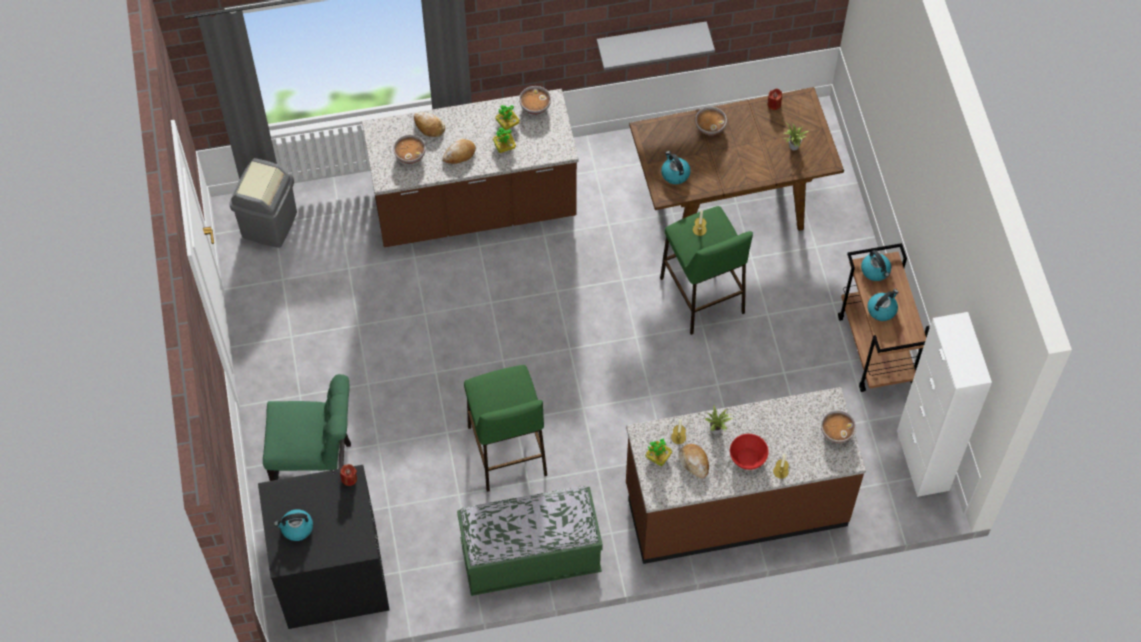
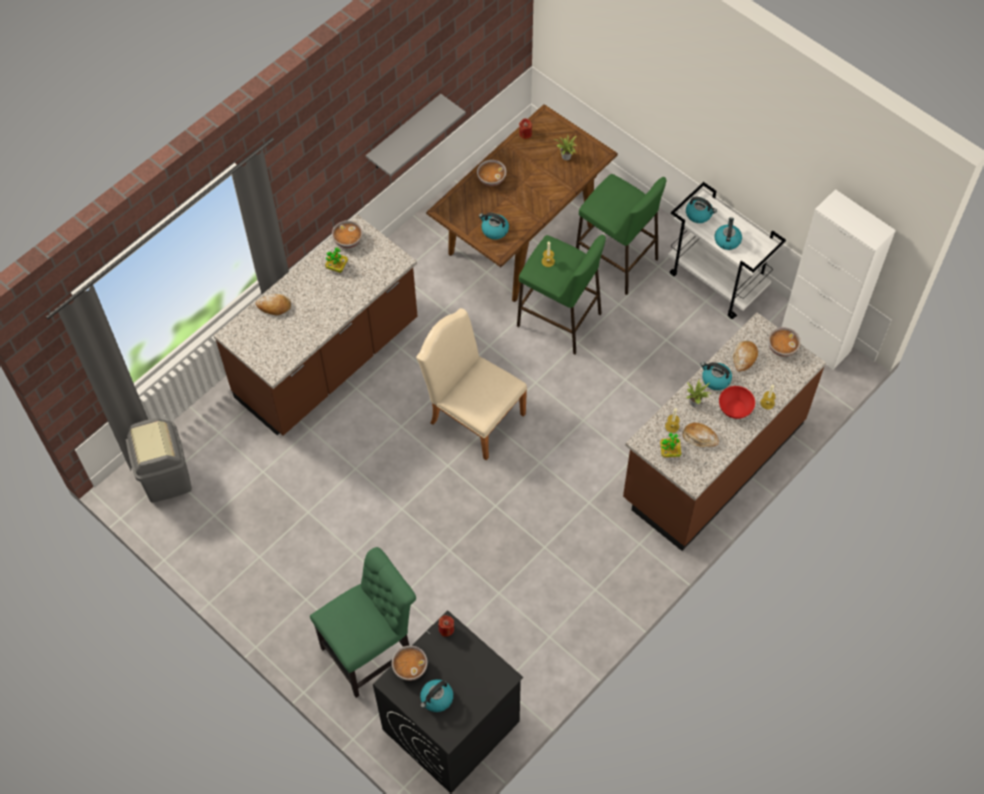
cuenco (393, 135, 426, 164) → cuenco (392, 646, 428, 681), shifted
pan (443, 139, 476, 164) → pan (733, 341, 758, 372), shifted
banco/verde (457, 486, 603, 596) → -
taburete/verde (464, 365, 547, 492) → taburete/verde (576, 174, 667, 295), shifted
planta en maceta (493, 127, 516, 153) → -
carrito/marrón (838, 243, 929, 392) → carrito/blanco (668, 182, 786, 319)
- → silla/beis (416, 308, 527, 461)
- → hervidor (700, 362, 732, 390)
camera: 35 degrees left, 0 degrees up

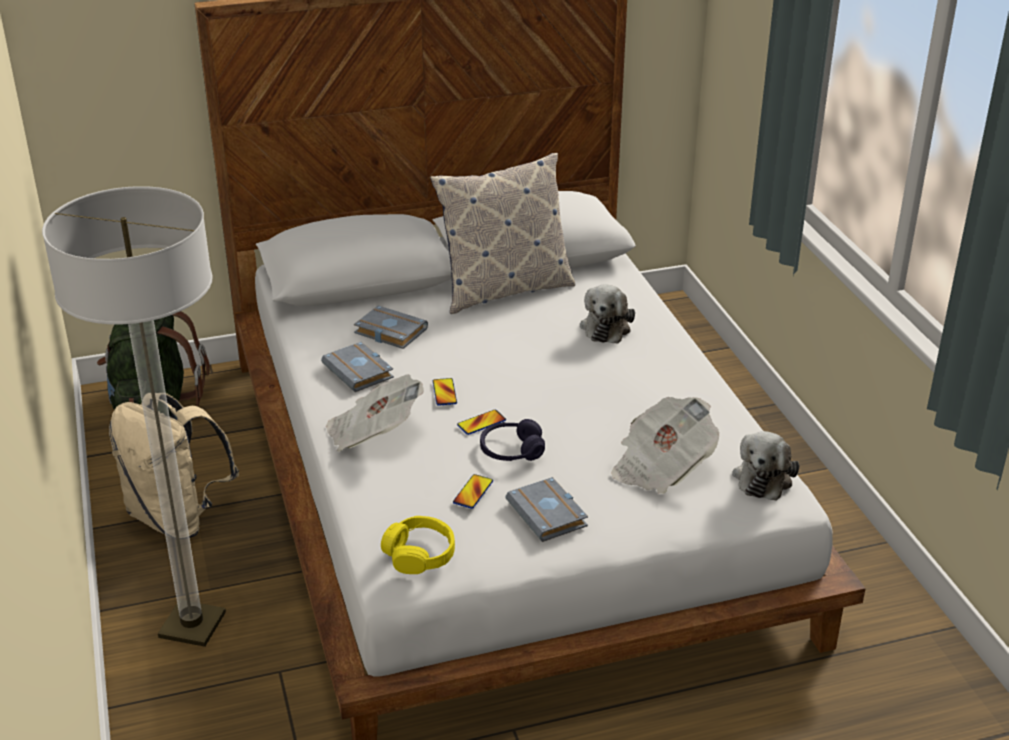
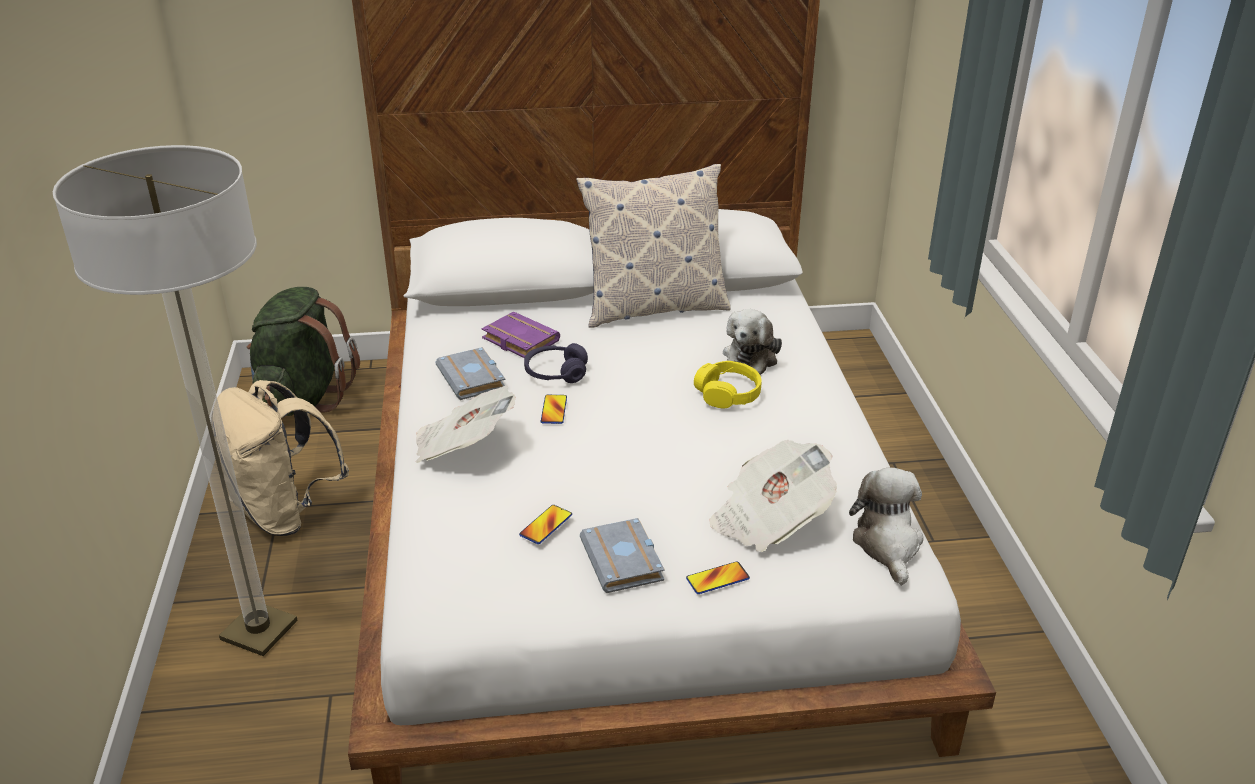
libro/gris (354, 305, 428, 349) → libro/morado (481, 311, 560, 358)
auriculares/amarillo (381, 516, 455, 574) → auriculares/amarillo (694, 361, 761, 408), shifted
móvil (457, 410, 506, 435) → móvil (686, 561, 750, 594), shifted
auriculares/morado (480, 419, 545, 461) → auriculares/morado (524, 343, 588, 383), shifted
peluche (732, 431, 800, 501) → peluche (849, 468, 924, 585), 150 degrees clockwise
camera: 10 degrees right, 0 degrees up

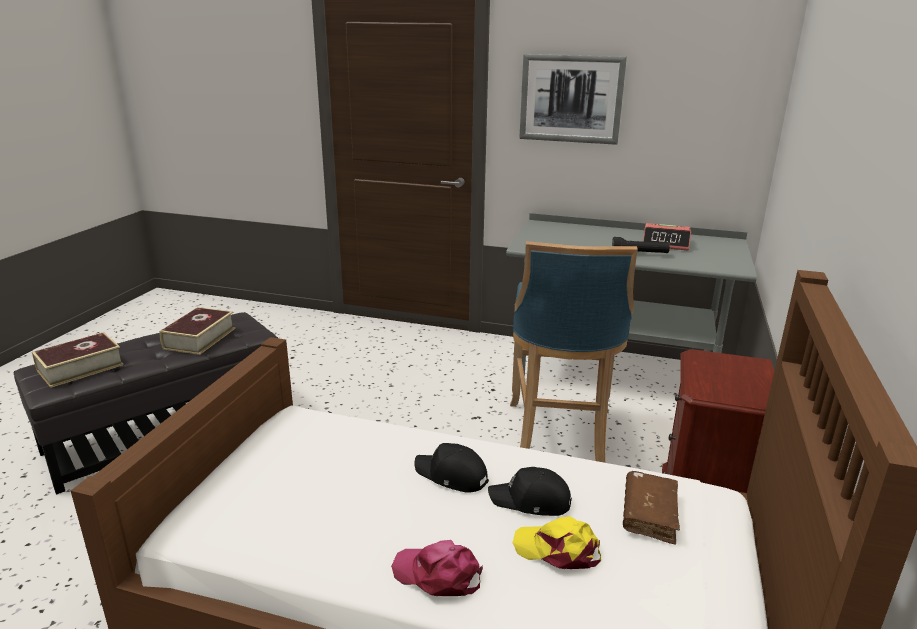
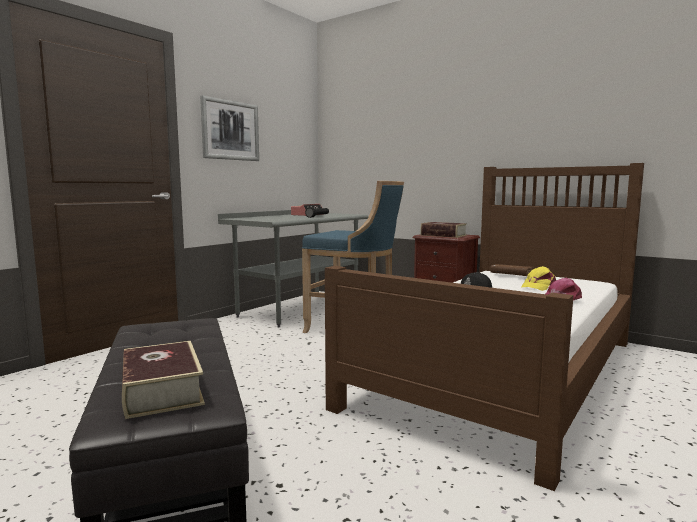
libro (159, 307, 235, 355) → libro (420, 222, 467, 238), shifted
gorra/negro (488, 467, 572, 516) → -
camera: 70 degrees left, 15 degrees down

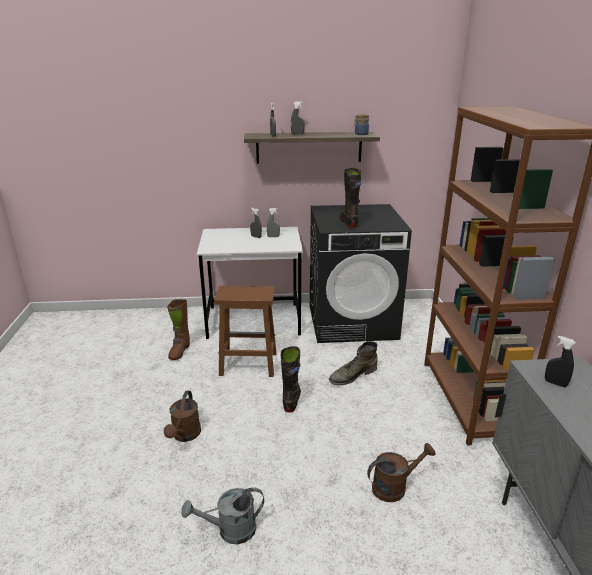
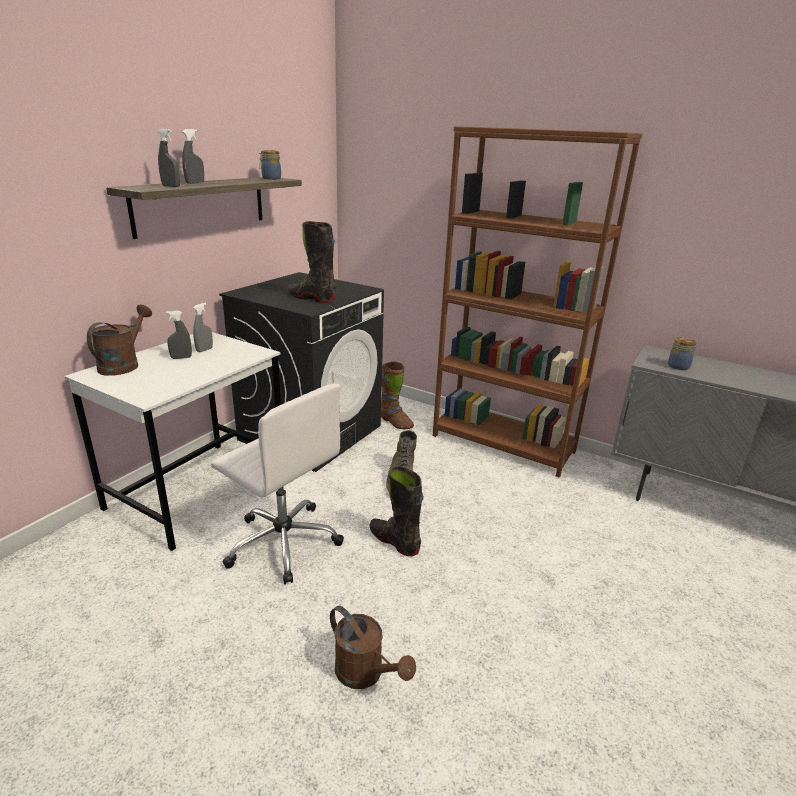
bota/marrón (167, 299, 190, 360) → bota/marrón (381, 362, 414, 429), shifted
regadera/gris (181, 487, 264, 544) → -
taburete/marrón (214, 286, 277, 377) → silla de oficina/blanco (211, 384, 344, 584)
regadera/marrón (367, 443, 435, 502) → regadera/marrón (87, 305, 152, 376), shifted
pulverizador/negro (545, 336, 576, 387) → tarro (668, 337, 697, 370)
camera: 55 degrees left, 0 degrees up

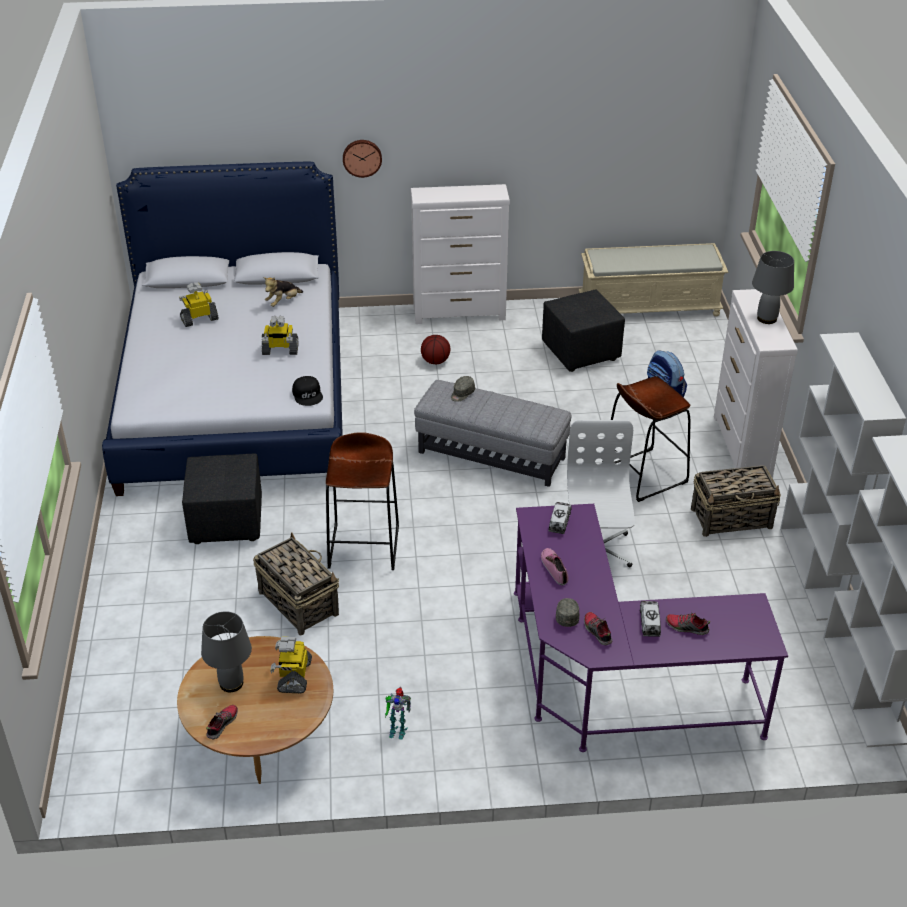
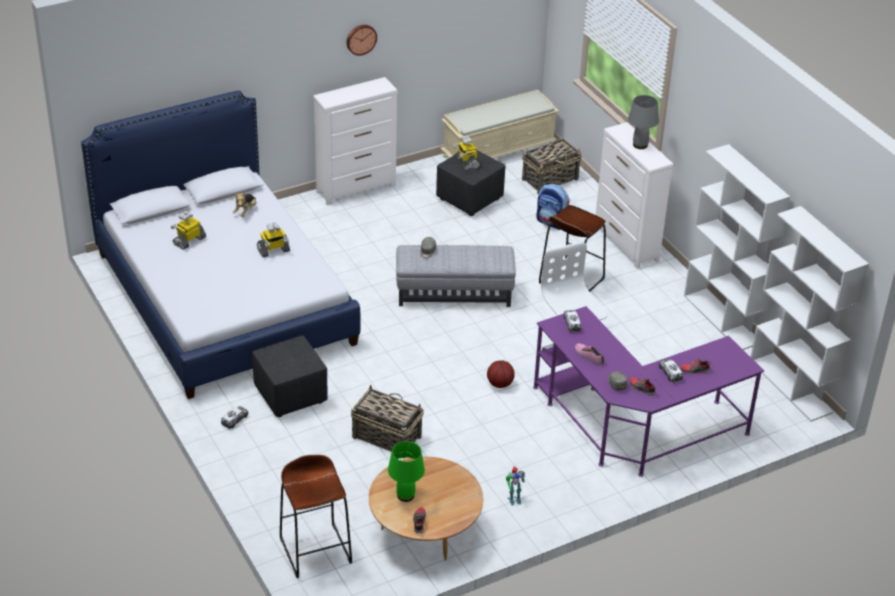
lámpara de mesa/gris (201, 611, 252, 692) → lámpara de mesa/verde (388, 441, 425, 502)
robot de juguete (270, 637, 312, 693) → robot de juguete (453, 136, 480, 170), shifted
gorra/negro (292, 376, 323, 406) → -
taburete/marrón (326, 432, 399, 570) → taburete/marrón (280, 455, 352, 578), shifted
reloj de pared (343, 140, 382, 178) → reloj de pared (346, 25, 377, 56), shifted
balón de baloncesto (421, 335, 450, 364) → balón de baloncesto (487, 360, 515, 388), shifted
cesta (691, 465, 781, 537) → cesta (522, 139, 582, 194), shifted
- → camión de juguete (221, 406, 249, 429)
camera: 25 degrees left, 0 degrees up

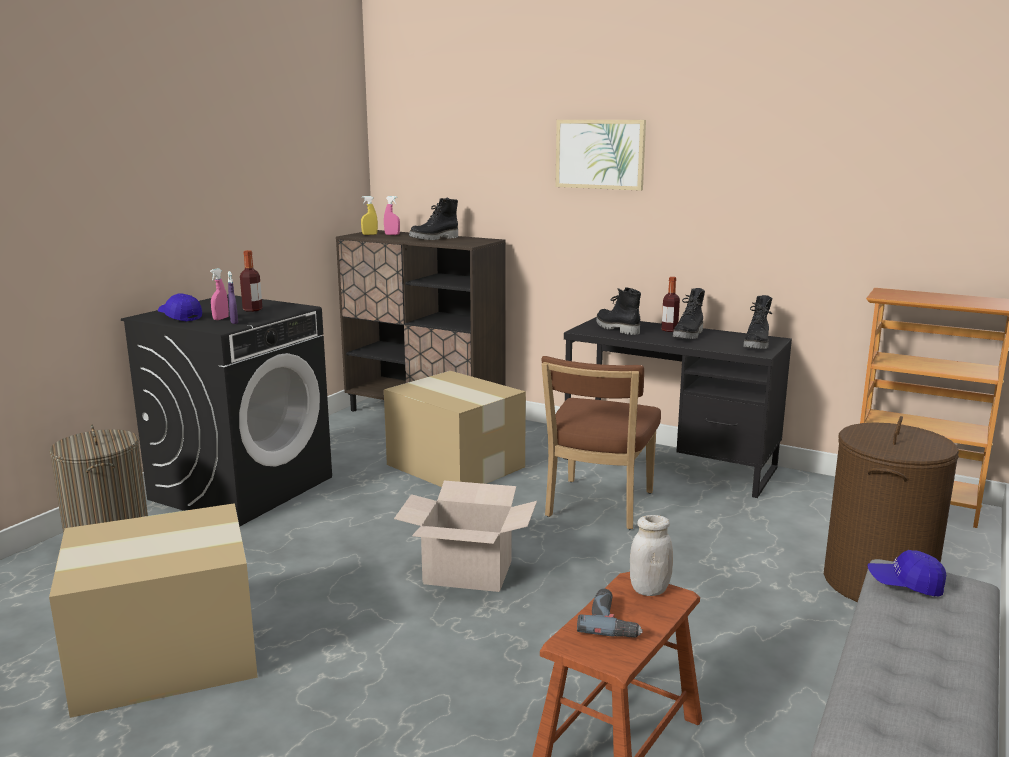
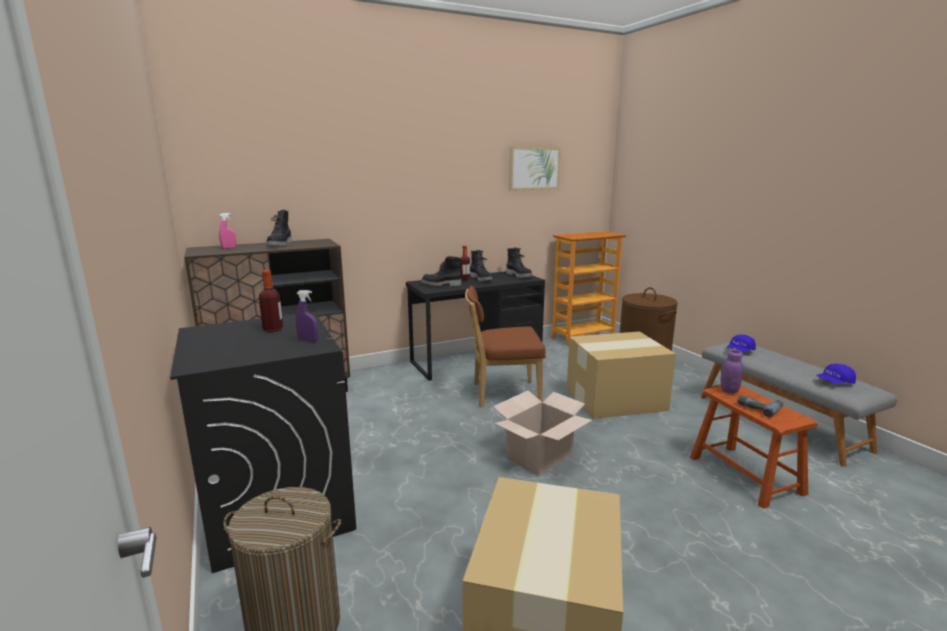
gorra/azul (158, 293, 202, 322) → gorra/azul (816, 364, 856, 384), shifted
pulverizador/rosa (210, 268, 229, 320) → -
pulverizador/amarillo (361, 196, 378, 235) → -
caja de cartón (384, 371, 526, 487) → caja de cartón (567, 332, 676, 419), shifted
silla/marrón (541, 356, 661, 530) → silla/marrón (465, 286, 546, 407), 120 degrees clockwise
cuadro (555, 120, 646, 191) → cuadro (509, 147, 561, 191), shifted
tarro/blanco (630, 515, 673, 596) → tarro/morado (721, 350, 743, 394)
camera: 55 degrees left, 0 degrees up

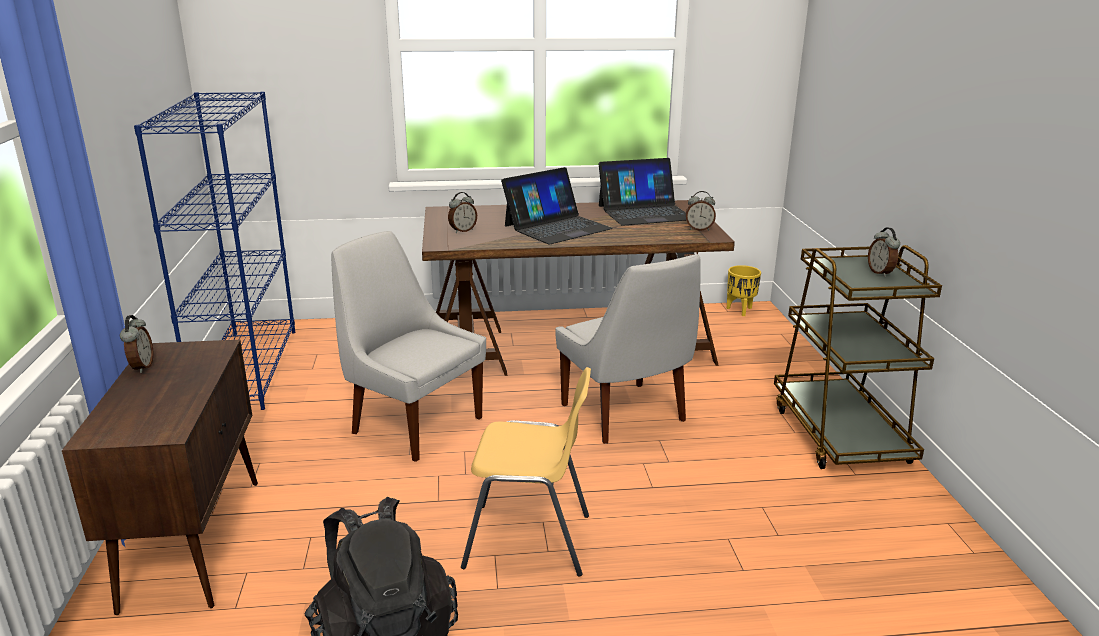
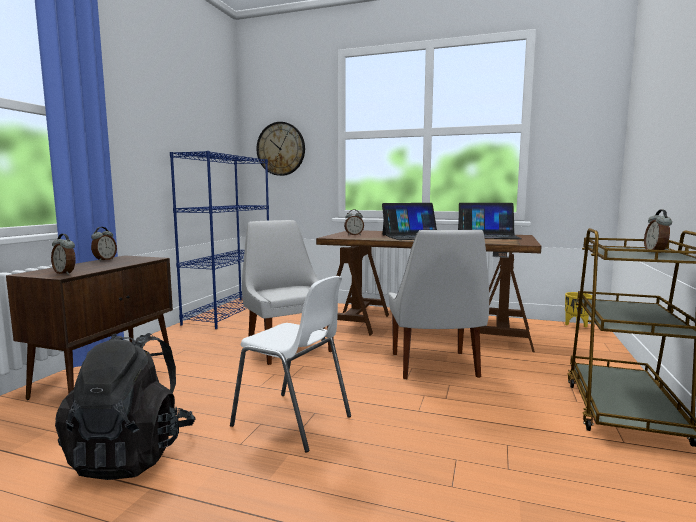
silla/amarillo (461, 367, 591, 577) → silla/blanco (230, 276, 351, 452)
despertador (686, 191, 716, 231) → despertador (51, 234, 76, 275), shifted
- → reloj de pared (256, 122, 305, 176)
camera: 25 degrees right, 15 degrees down

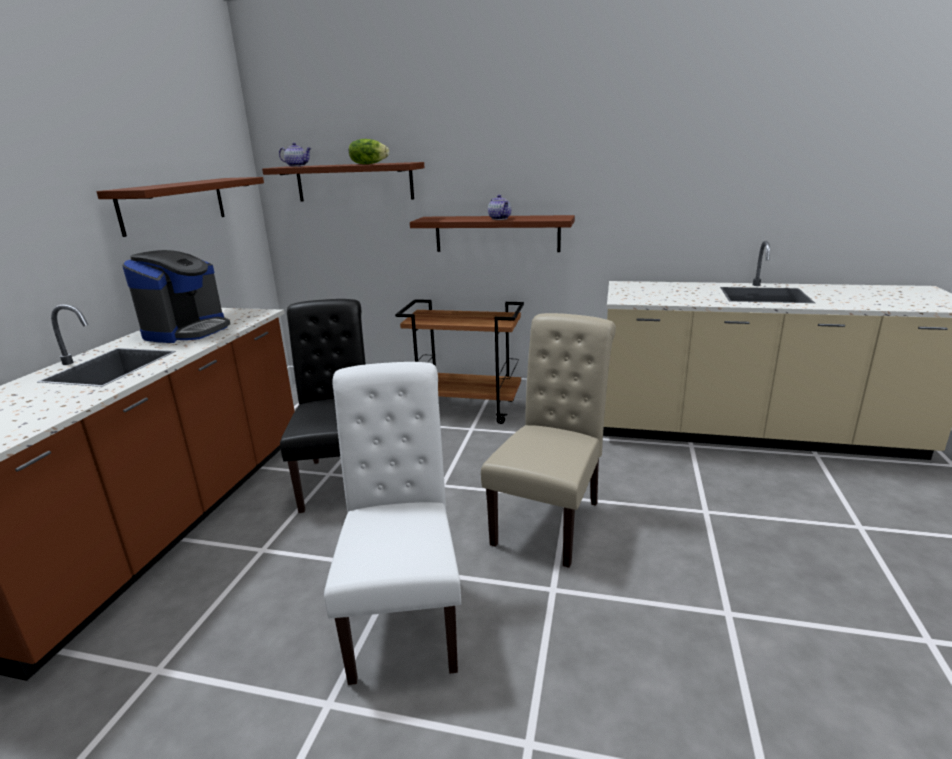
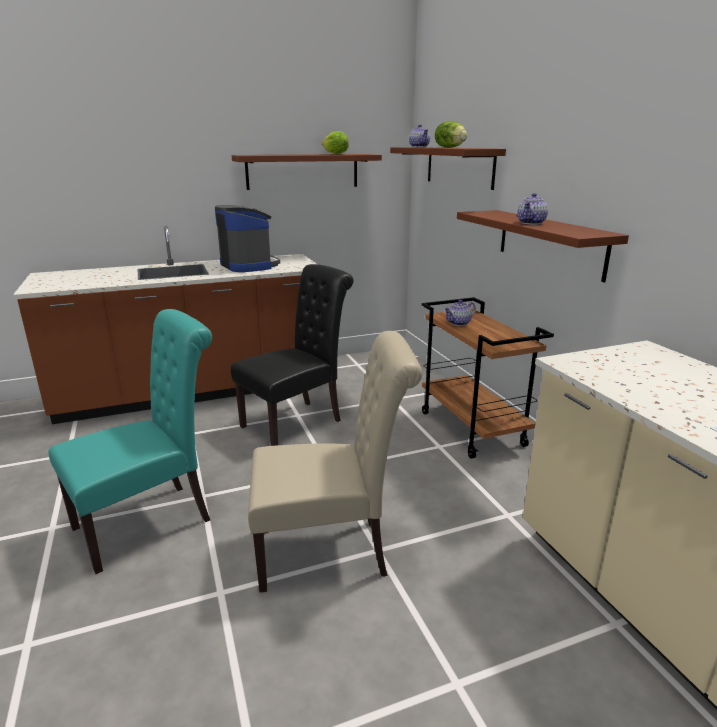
cafetera (122, 250, 230, 343) → cafetera (215, 205, 280, 272), 105 degrees counterclockwise
silla/blanco (324, 362, 461, 685) → silla/turquesa (48, 309, 212, 574)
- → lechuga (322, 131, 349, 154)
- → tetera (444, 300, 476, 326)
camera: 55 degrees right, 0 degrees up

